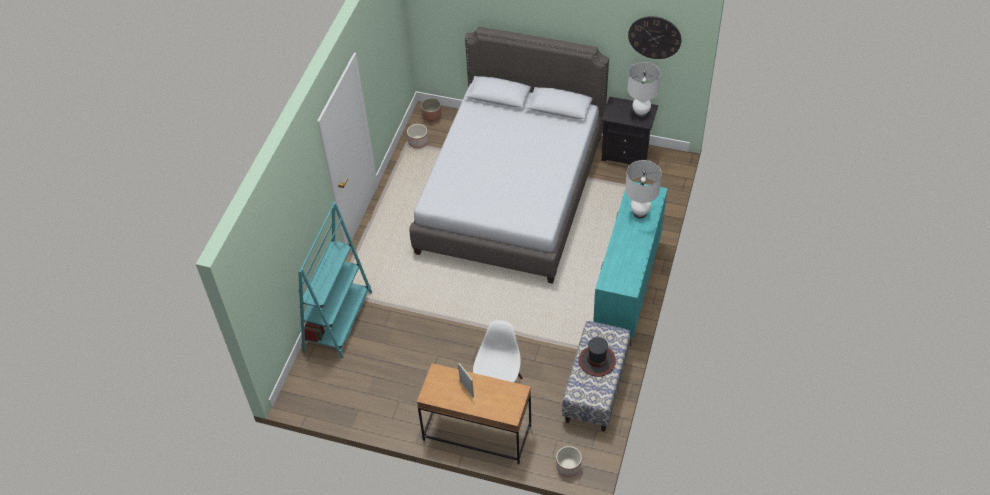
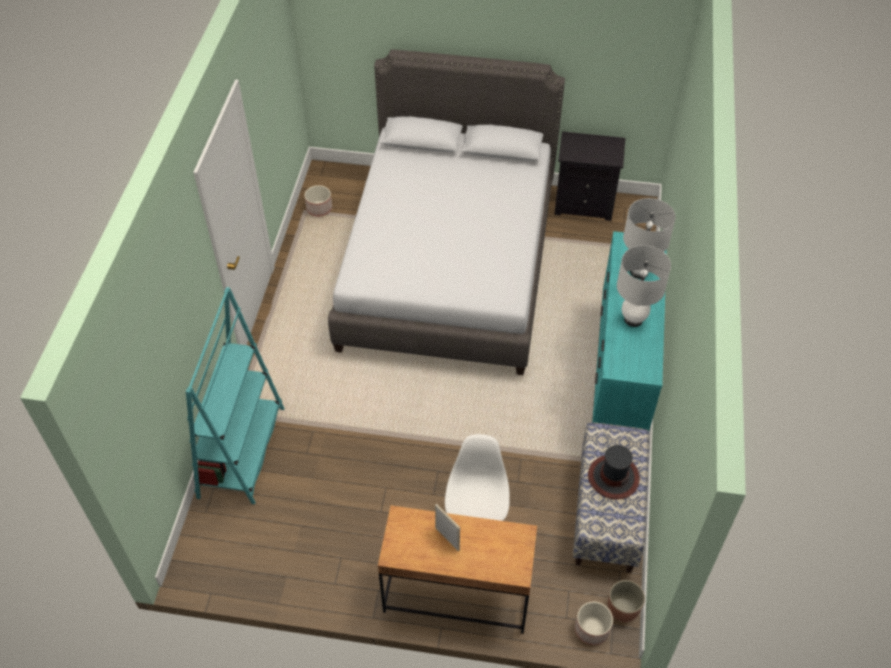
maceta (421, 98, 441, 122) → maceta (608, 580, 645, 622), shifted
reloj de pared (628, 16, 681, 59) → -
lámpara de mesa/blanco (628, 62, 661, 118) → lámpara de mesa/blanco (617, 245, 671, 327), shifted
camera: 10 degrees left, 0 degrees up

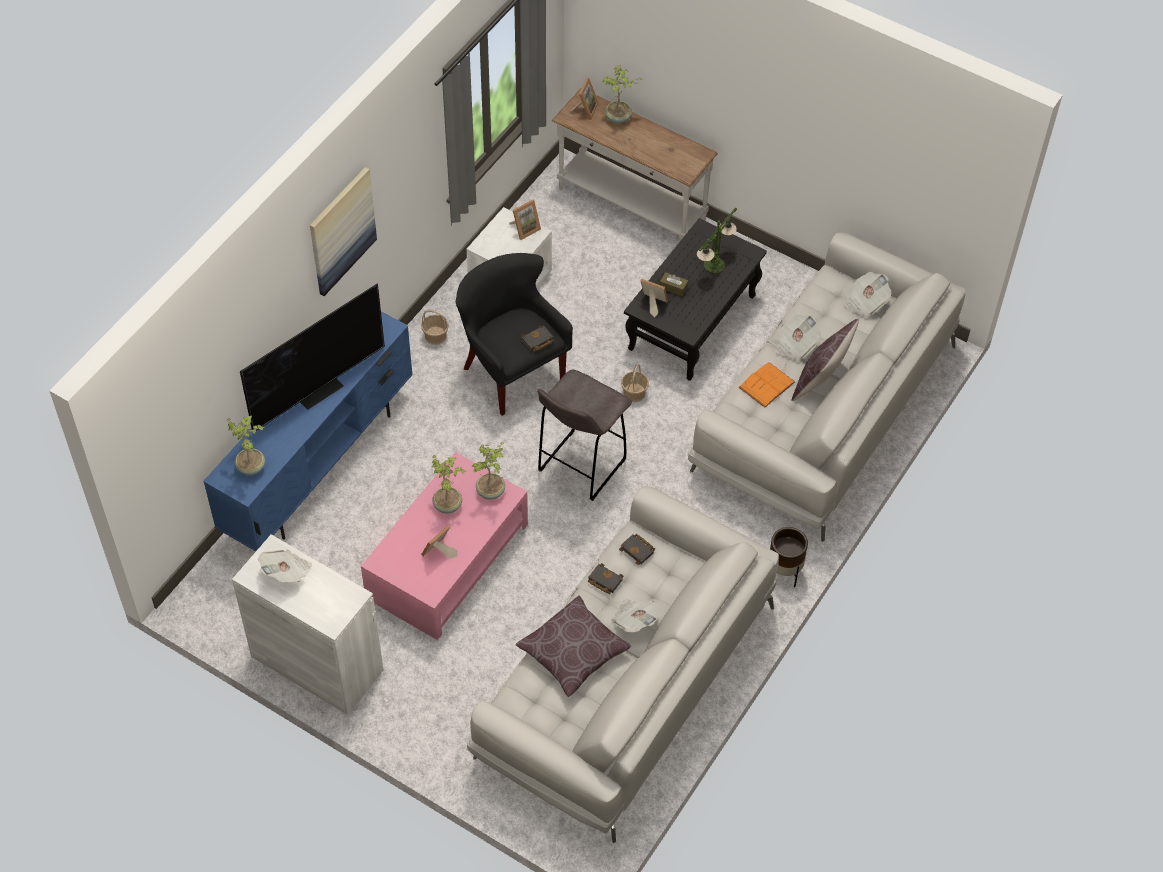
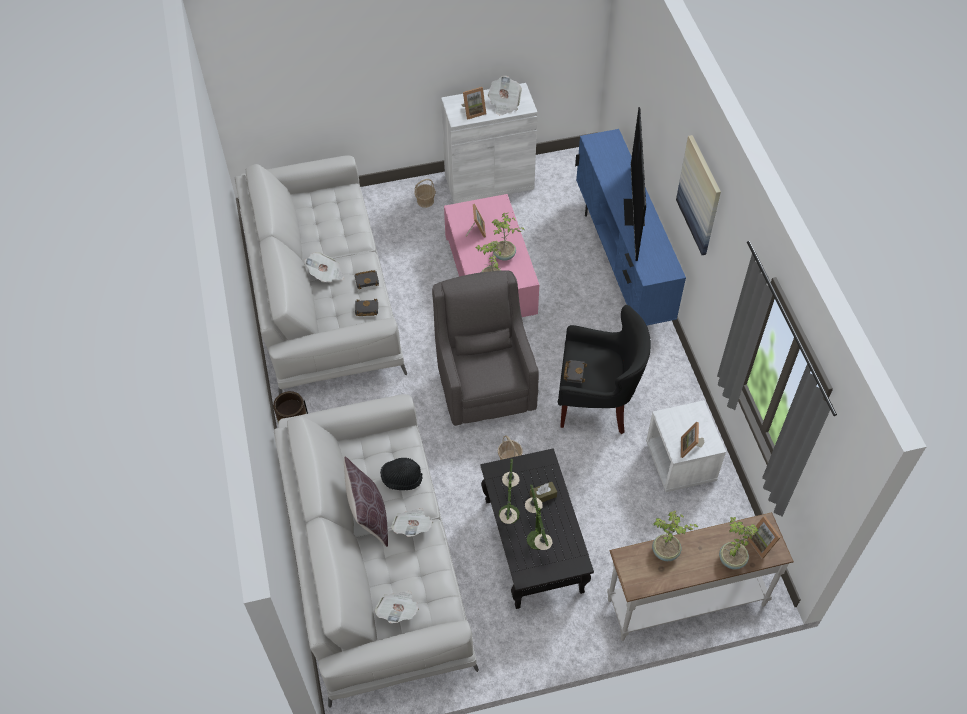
planta en maceta (227, 415, 265, 475) → planta en maceta (652, 511, 698, 561), shifted
cesta (421, 310, 449, 345) → cesta (414, 179, 436, 208), shifted
cojín/marrón (515, 595, 632, 697) → -
taburete/gris (537, 369, 632, 501) → sillón/gris (432, 270, 539, 426)
portarretratos (641, 278, 668, 317) → portarretratos (462, 87, 486, 120), shifted
libro/naranja (739, 362, 795, 408) → sombrero/negro (380, 458, 423, 490)
- → lámpara de mesa (499, 459, 520, 524)
camera: 135 degrees right, 0 degrees up

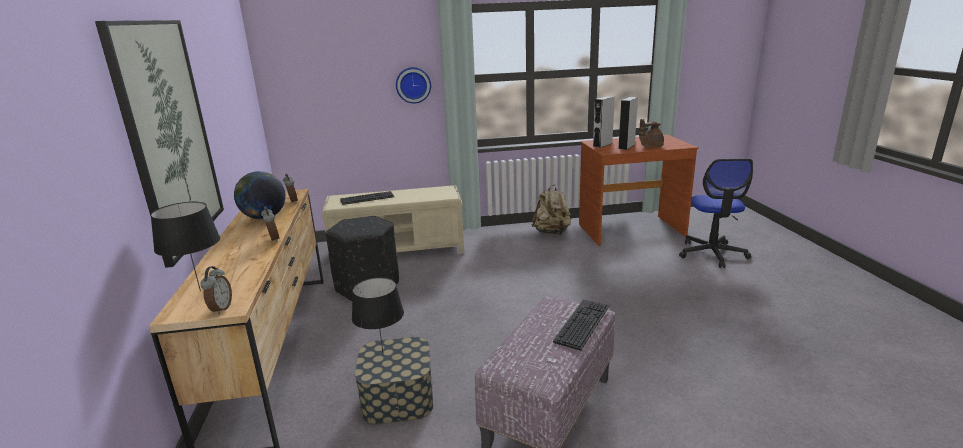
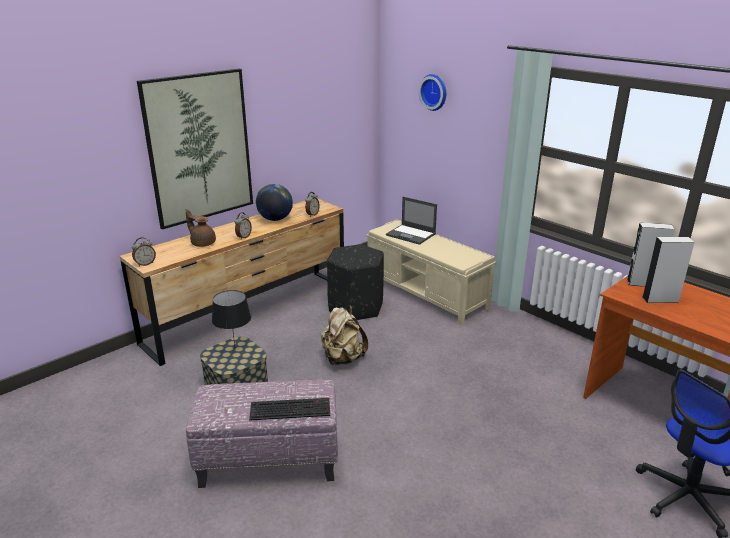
lámpara de mesa/negro (150, 202, 220, 291) → -
teclado (340, 191, 394, 205) → portátil (386, 197, 437, 245)
reloj de pared (396, 67, 431, 103) → reloj de pared (418, 74, 446, 111), shifted
mochila/beis (531, 185, 572, 235) → mochila/beis (320, 305, 368, 365), shifted
tetera/marrón (639, 119, 664, 148) → tetera/marrón (185, 209, 216, 247), shifted
camera: 55 degrees right, 5 degrees up

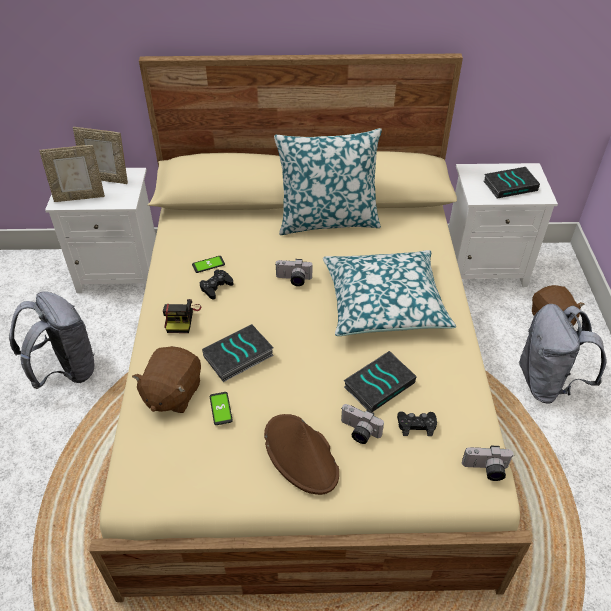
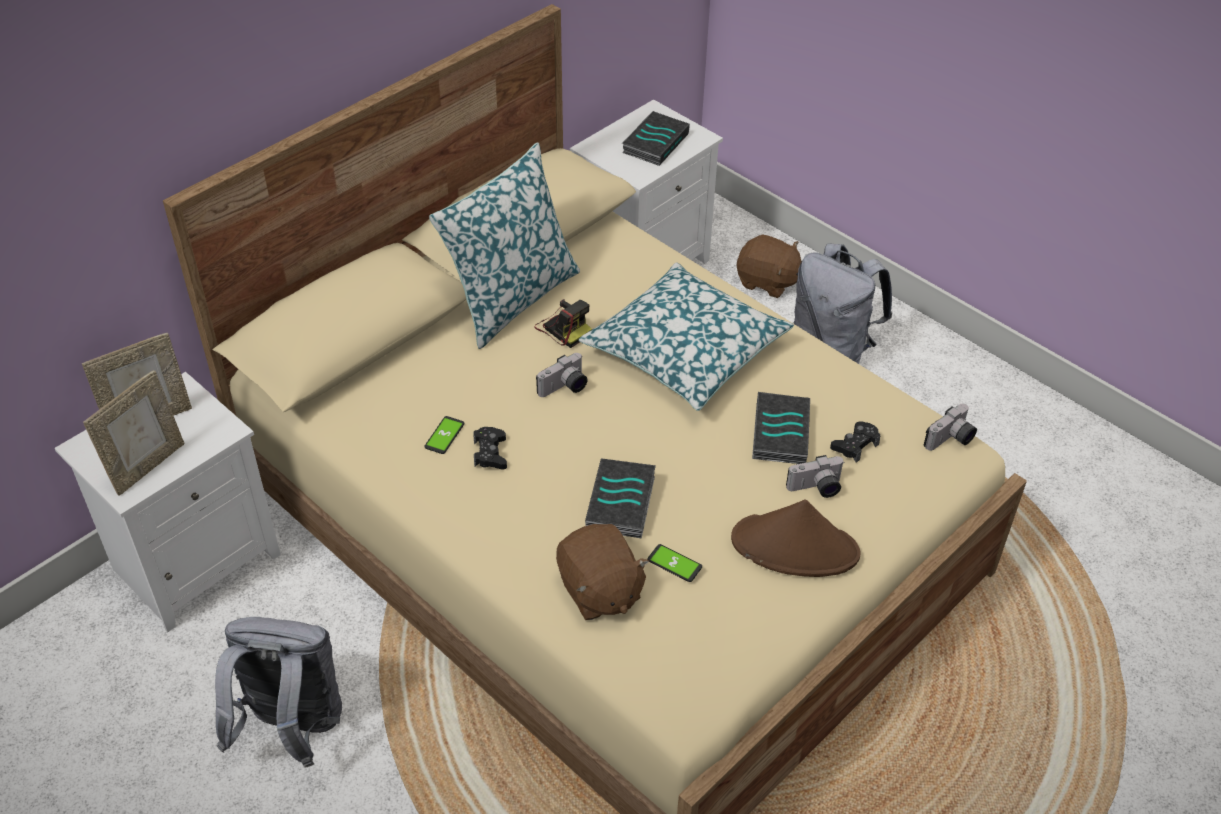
cámara (163, 299, 201, 333) → cámara (534, 299, 592, 348), shifted
camera: 45 degrees left, 0 degrees up

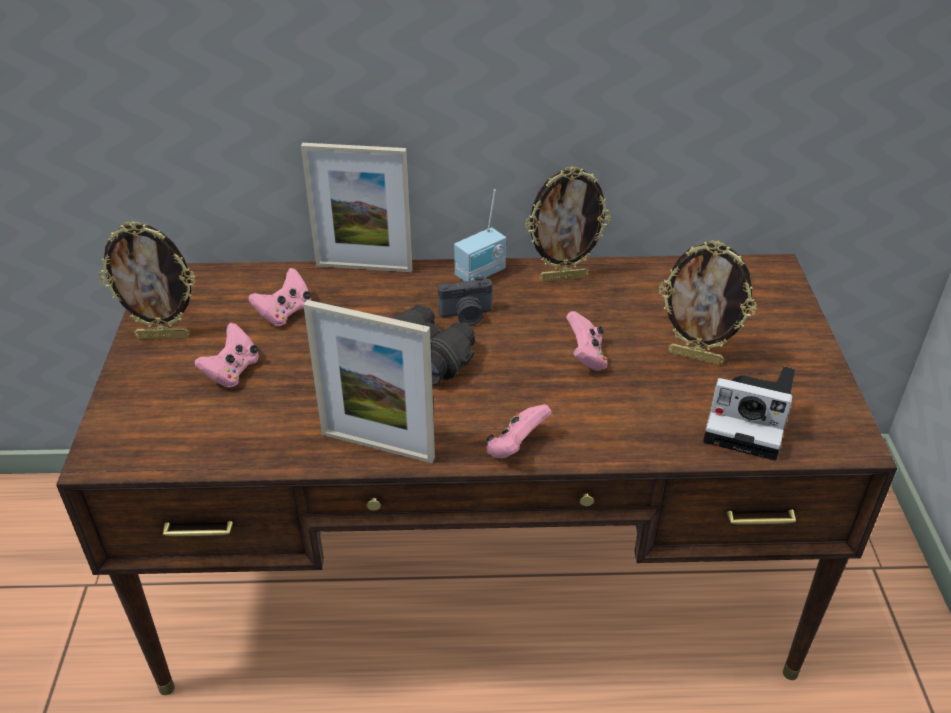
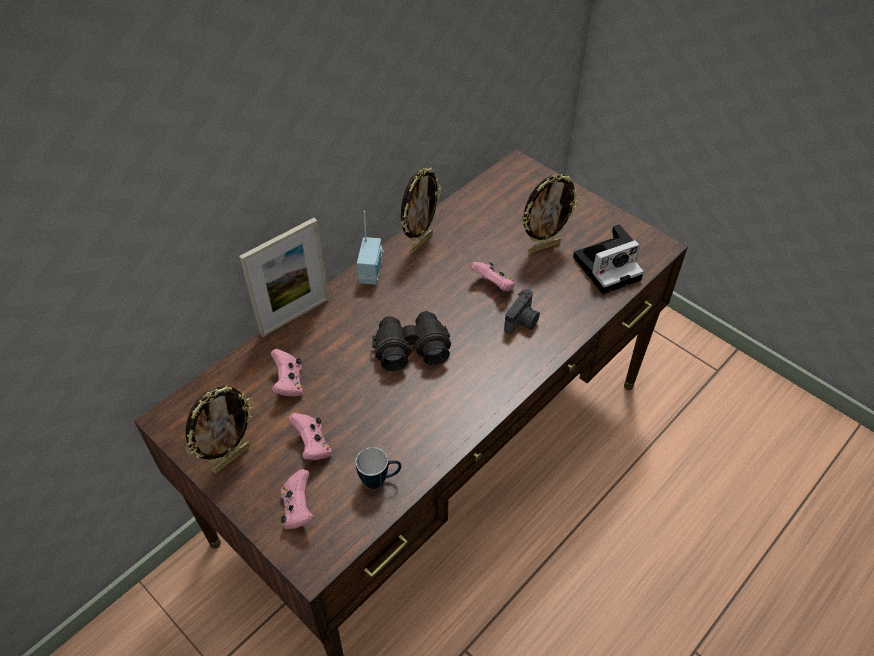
portarretratos (303, 300, 435, 463) → -
cámara (438, 276, 492, 326) → cámara (504, 289, 540, 334), shifted
mando de consola/rosa (486, 404, 552, 458) → mando de consola/rosa (281, 469, 314, 530), shifted
- → taza grande (356, 447, 401, 489)
camera: 45 degrees left, 10 degrees up

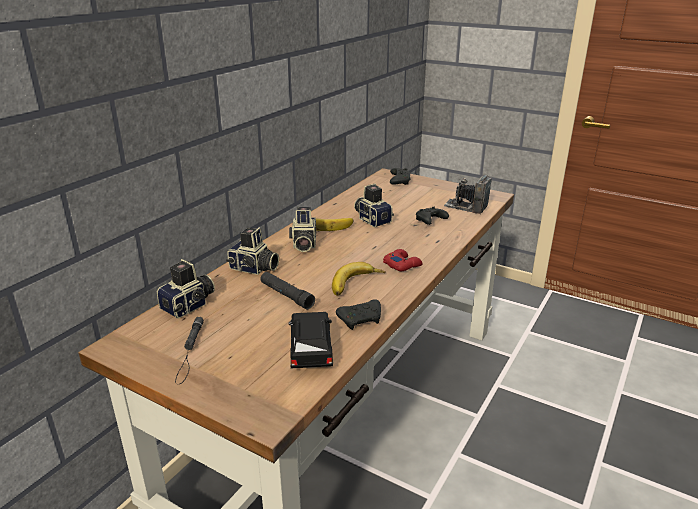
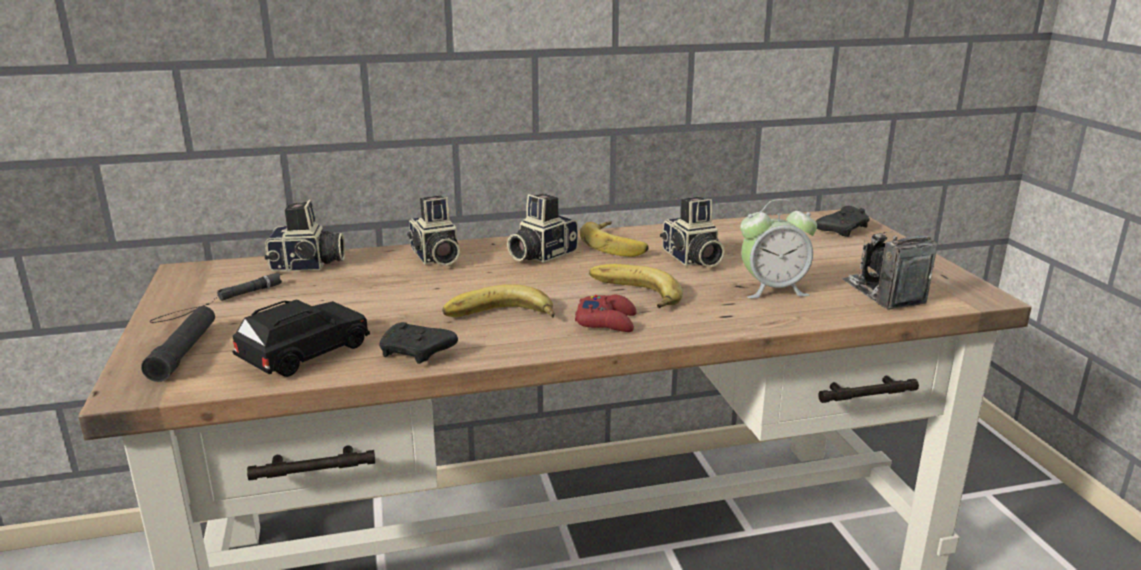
linterna/negro (260, 272, 315, 309) → linterna/negro (141, 306, 215, 382), shifted
cámara (354, 183, 394, 227) → cámara (660, 197, 725, 268), 150 degrees clockwise
mando de consola/negro (416, 207, 449, 225) → despertador (740, 199, 817, 298)
- → plátano (589, 264, 683, 308)
camera: 45 degrees right, 5 degrees down

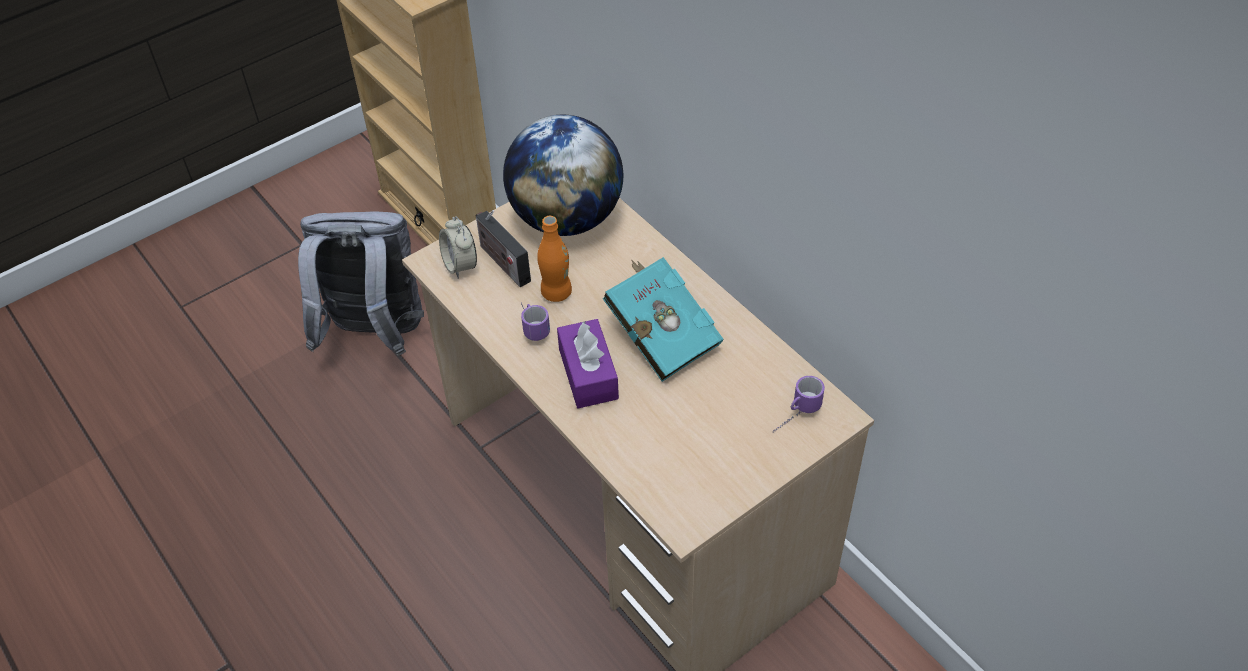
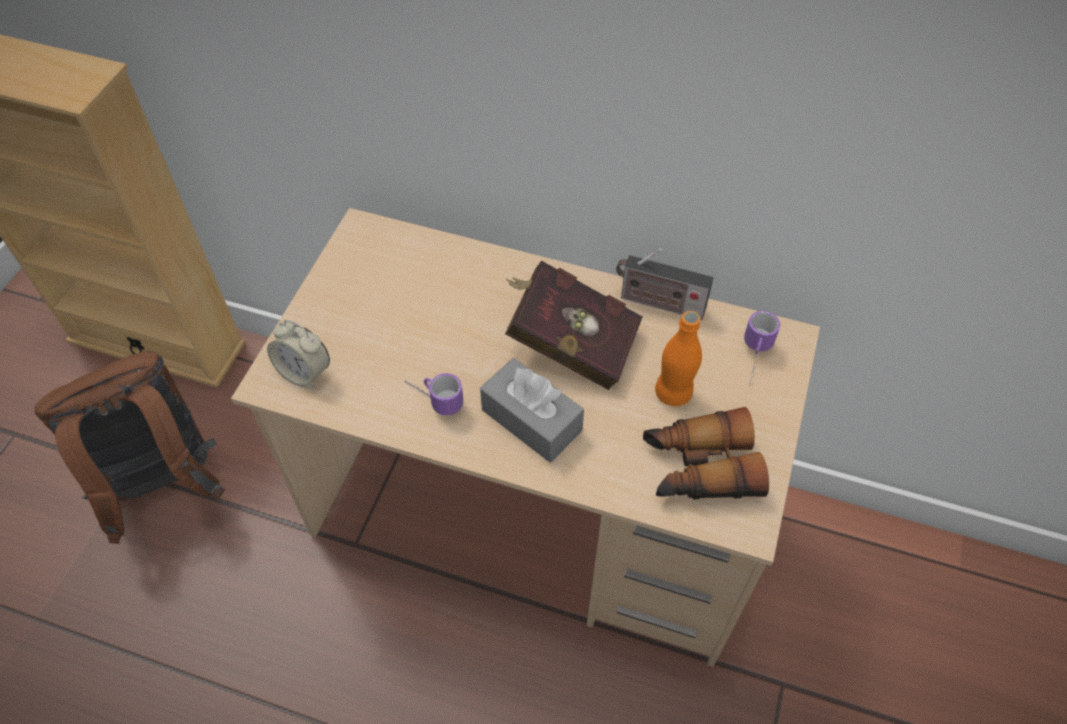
mochila/gris (298, 212, 424, 356) → mochila/marrón (34, 351, 225, 544)
radio (476, 210, 531, 287) → radio (616, 248, 713, 320), shifted
globo terráqueo (503, 115, 623, 236) → -
botella/naranja (537, 216, 572, 302) → botella/naranja (655, 311, 702, 406), shifted
caja de pañuelos/morado (557, 319, 619, 408) → caja de pañuelos/gris (480, 358, 584, 462)
libro/turquesa (603, 257, 723, 382) → libro/rojo (505, 261, 643, 390)
- → prismáticos (643, 407, 769, 499)
camera: 35 degrees left, 5 degrees up

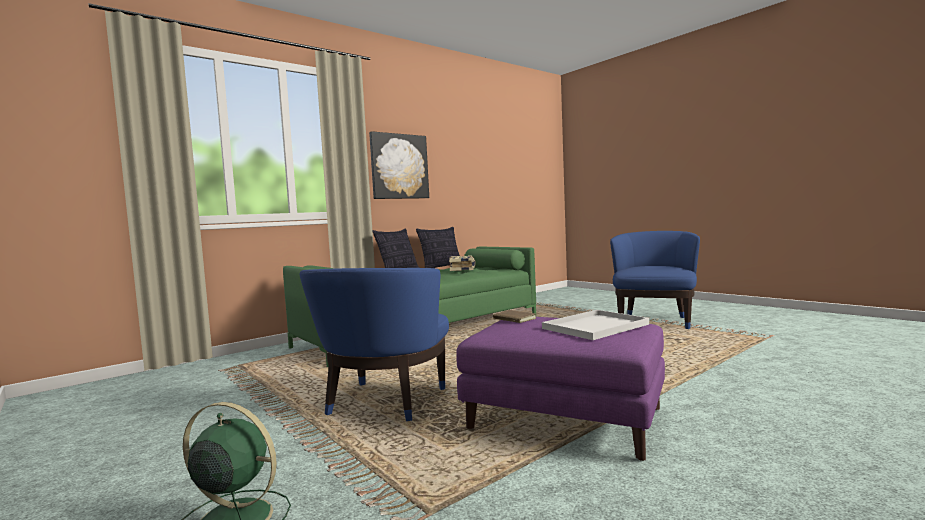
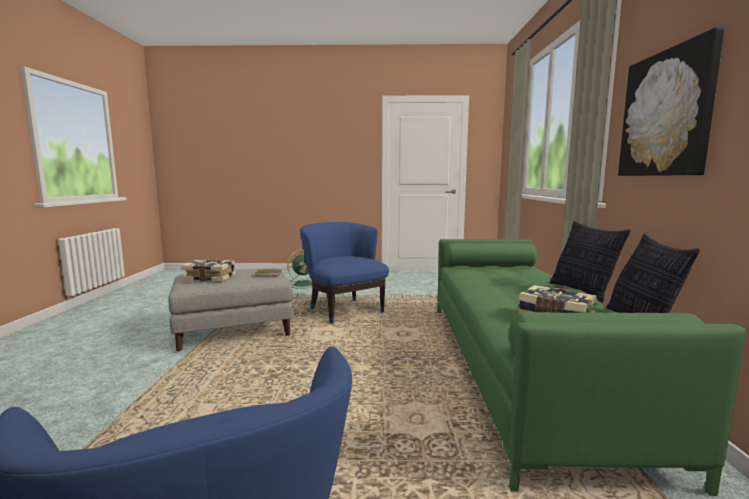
puf/morado (456, 317, 665, 461) → puf/gris (168, 268, 294, 352)
bandeja/blanco (542, 310, 649, 340) → libro (181, 260, 236, 282)
camera: 130 degrees right, 5 degrees up

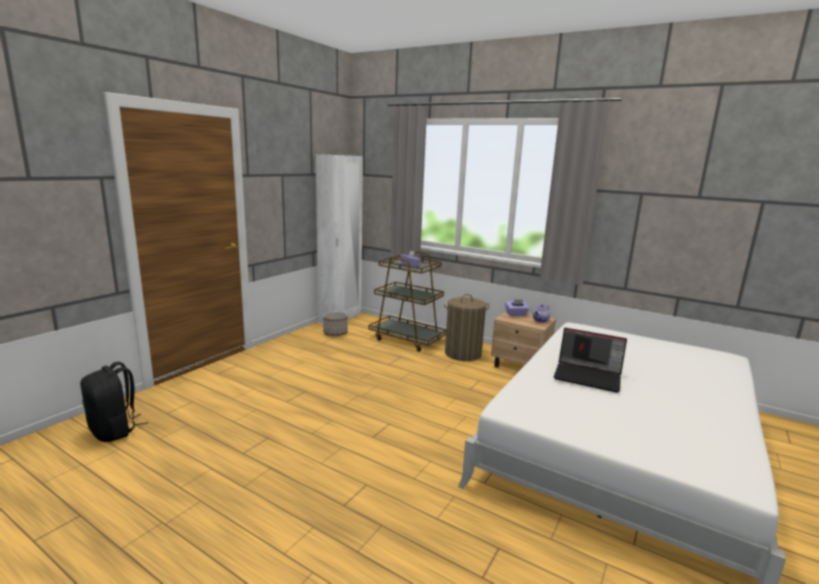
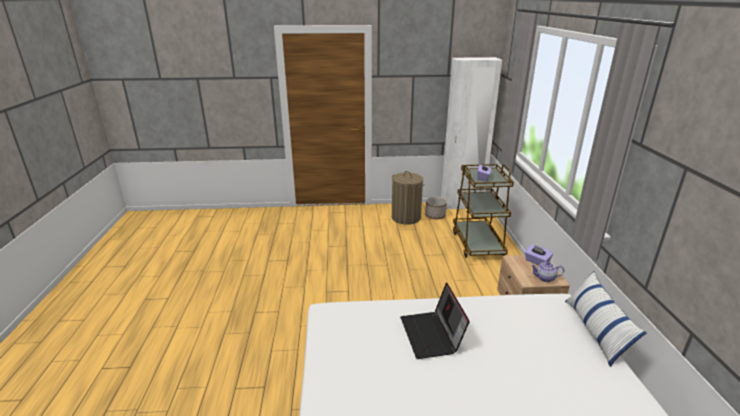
mochila/negro (80, 362, 148, 442) → -
cesto de la ropa (444, 294, 490, 361) → cesto de la ropa (392, 171, 425, 225), shifted
- → cojín (565, 271, 647, 367)
camera: 55 degrees right, 10 degrees up

